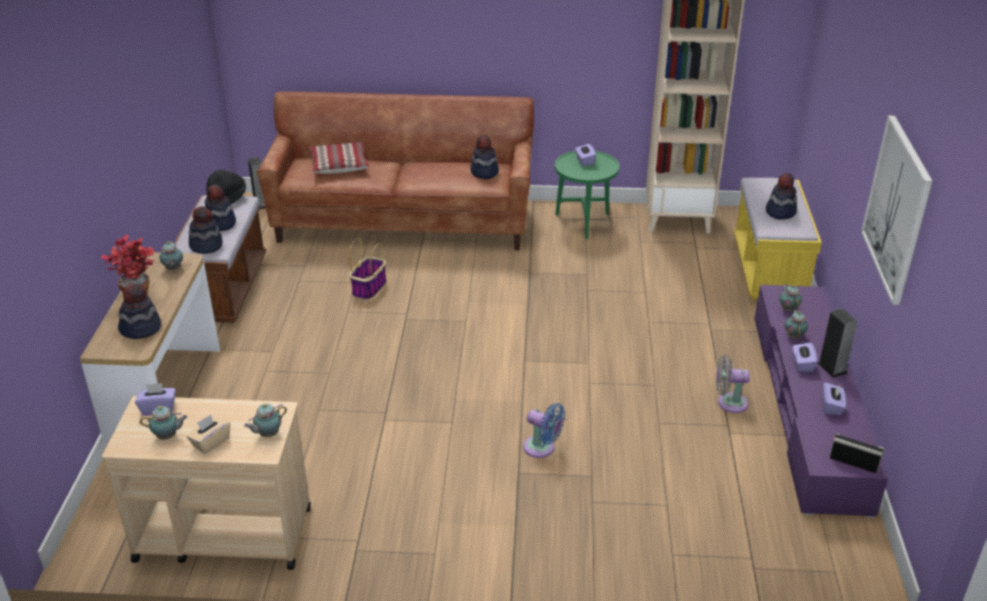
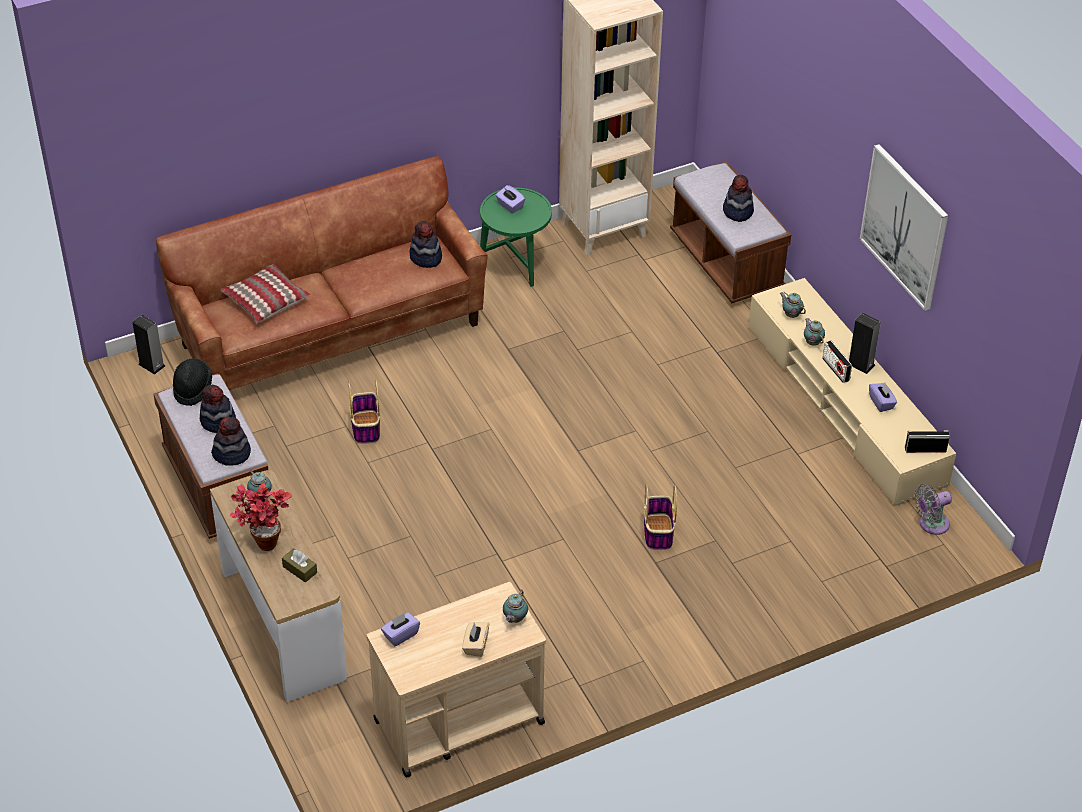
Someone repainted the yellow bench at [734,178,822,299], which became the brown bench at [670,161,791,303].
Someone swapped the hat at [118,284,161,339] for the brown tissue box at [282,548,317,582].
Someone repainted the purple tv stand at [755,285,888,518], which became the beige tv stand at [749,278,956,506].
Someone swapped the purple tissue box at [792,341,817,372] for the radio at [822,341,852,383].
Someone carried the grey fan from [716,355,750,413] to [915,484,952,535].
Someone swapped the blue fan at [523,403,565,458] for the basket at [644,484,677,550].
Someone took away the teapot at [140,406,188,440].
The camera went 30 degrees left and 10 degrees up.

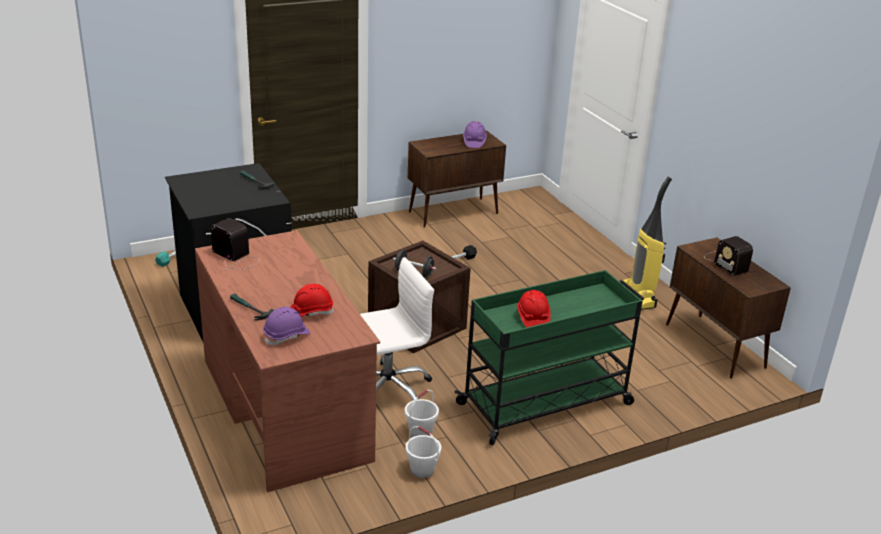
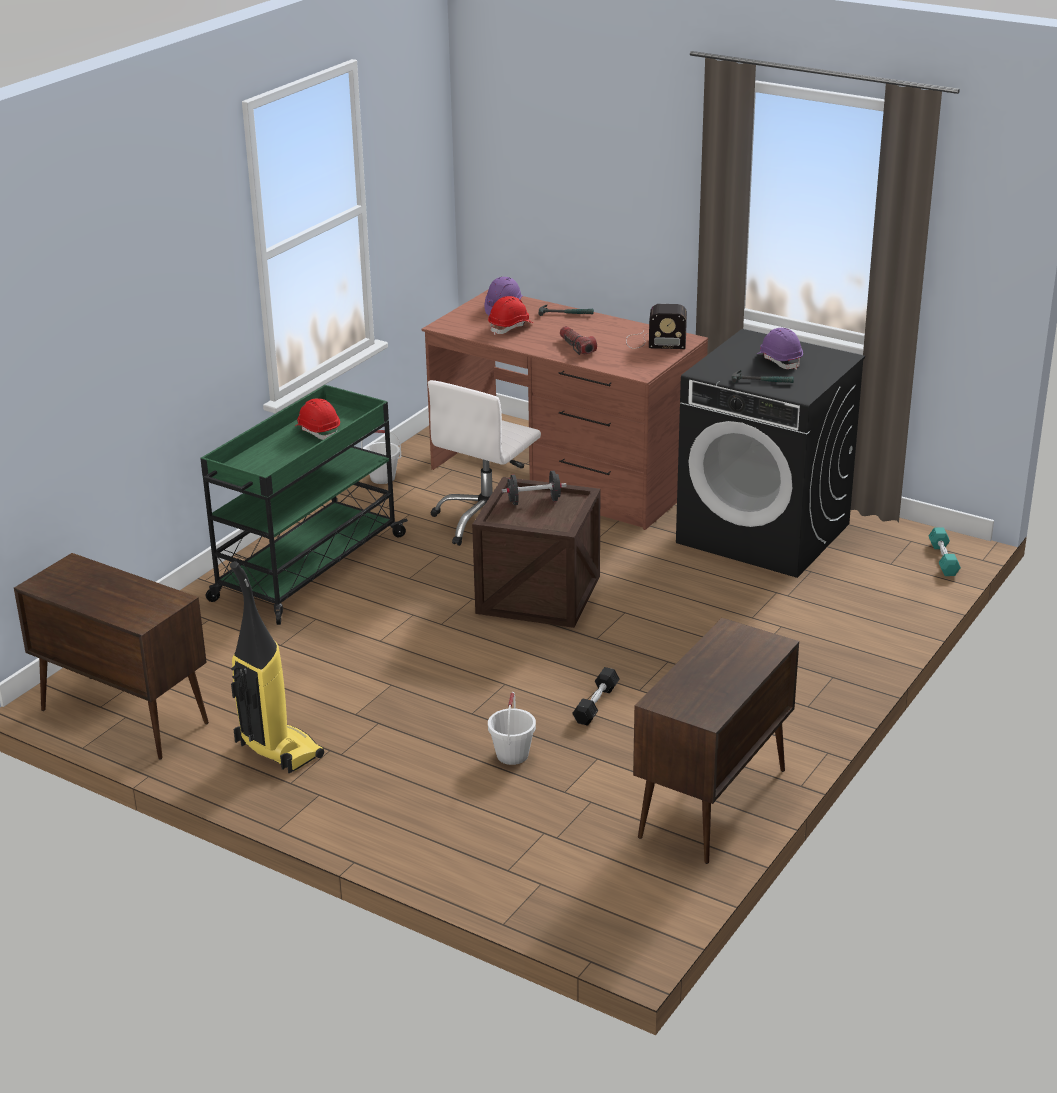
Someone carried the purple hard hat from [463,121,487,148] to [757,328,803,370].
Someone took away the radio at [704,236,753,276].
Someone carried the white bucket from [405,390,439,437] to [488,692,536,765].
Someone put down the flashlight at [560,326,597,355].
The camera went 150 degrees right and 0 degrees up.

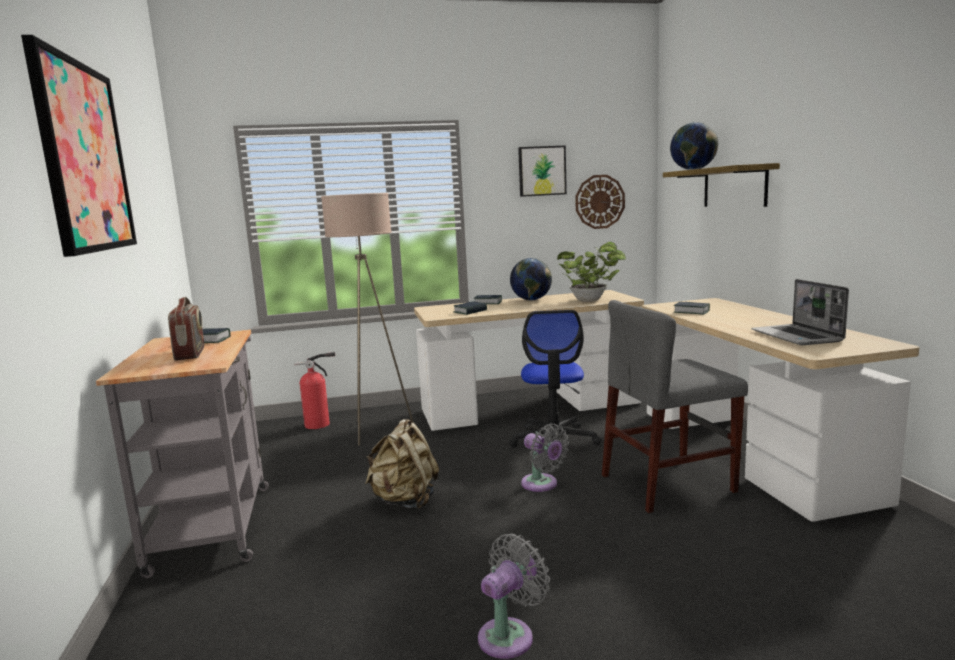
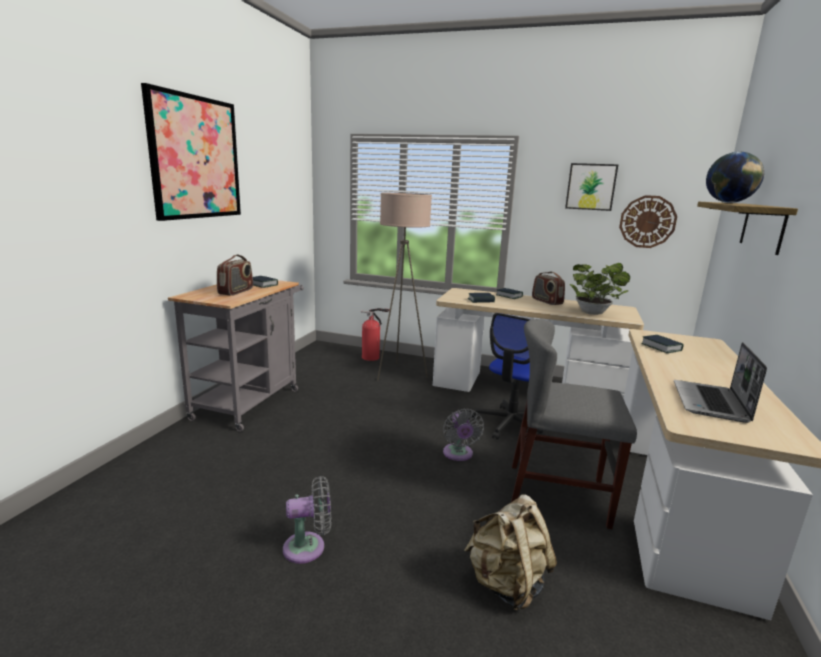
Someone swapped the globe at [510,258,552,301] for the radio at [532,272,565,305].
Someone carried the beige backpack from [365,419,439,509] to [464,494,557,611].
The camera went 30 degrees right and 5 degrees up.

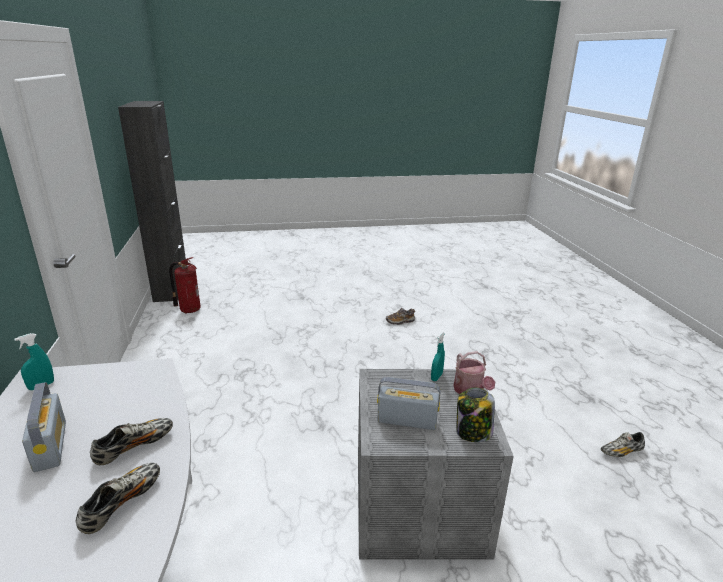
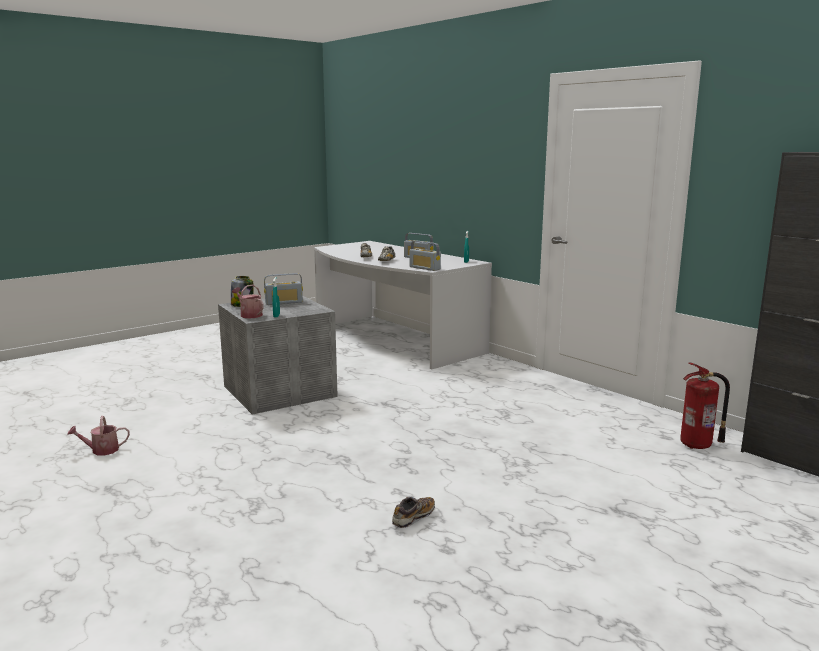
Someone swapped the shoe at [601,432,645,457] for the watering can at [67,416,130,455].
Someone put down the radio at [410,241,441,271].
The camera went 150 degrees right and 10 degrees down.

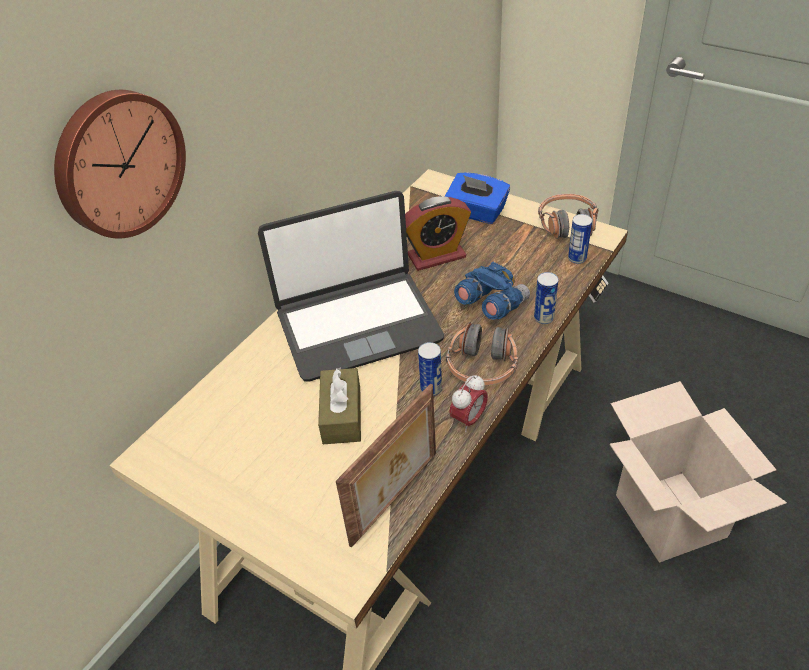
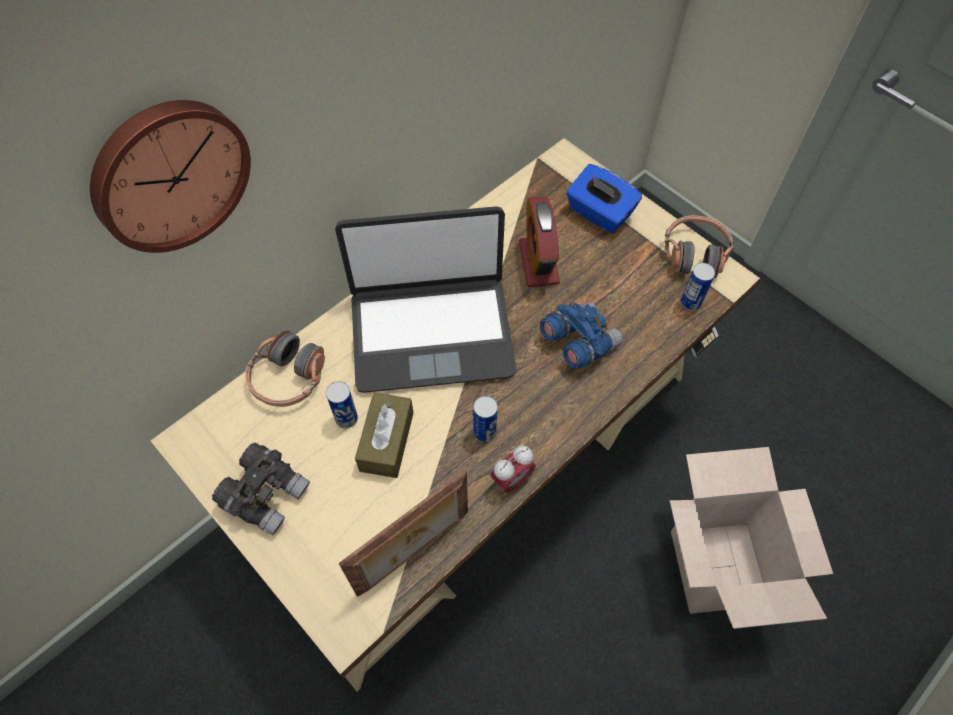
Someone rotated the alarm clock at [405,196,471,271] by 90 degrees clockwise.
Someone carried the can from [534,272,558,324] to [326,381,358,428].
Someone carried the headphones from [446,322,518,386] to [245,330,325,407].
Someone put down the grey binoculars at [212,442,310,535].
The camera went 10 degrees right and 15 degrees up.

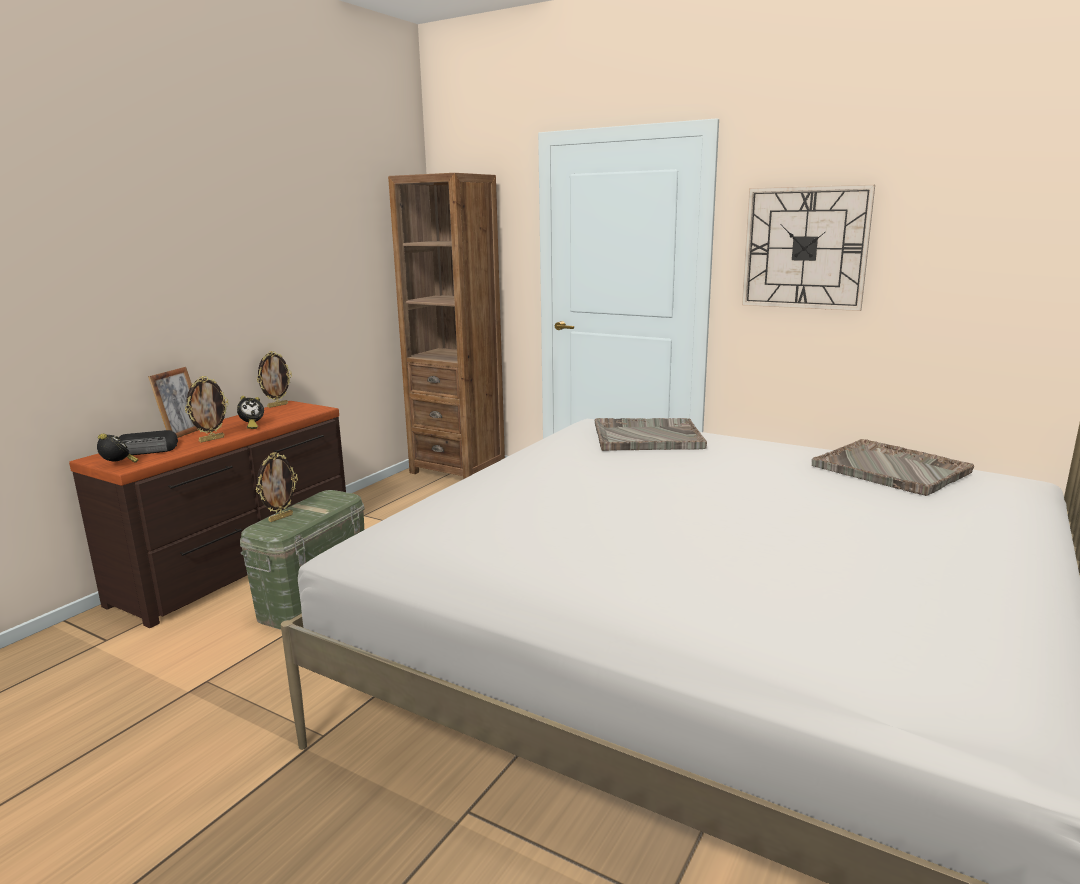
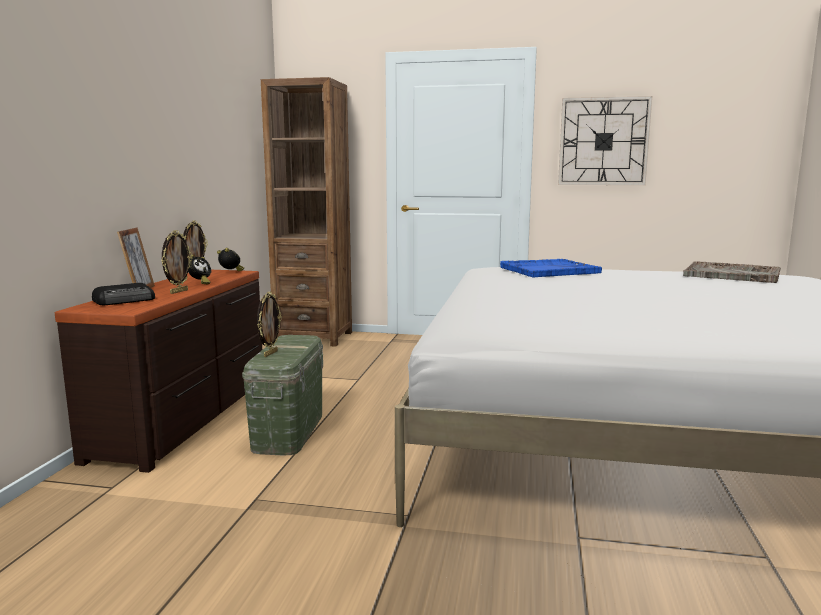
Someone repainted the grey tray at [595,418,707,451], which became the blue tray at [500,259,602,277].
Someone carried the alarm clock from [97,433,139,463] to [217,248,244,271].
The camera went 20 degrees left and 5 degrees down.

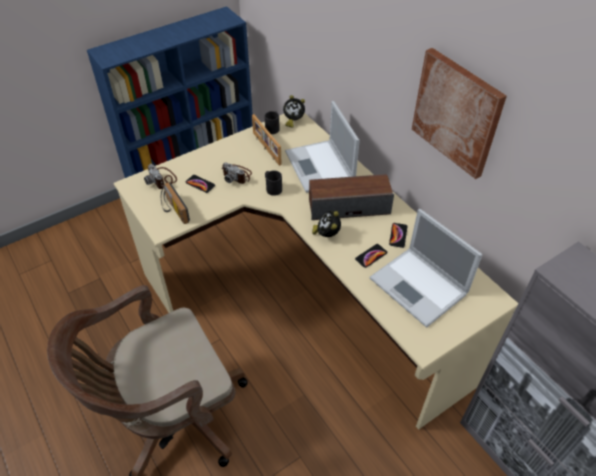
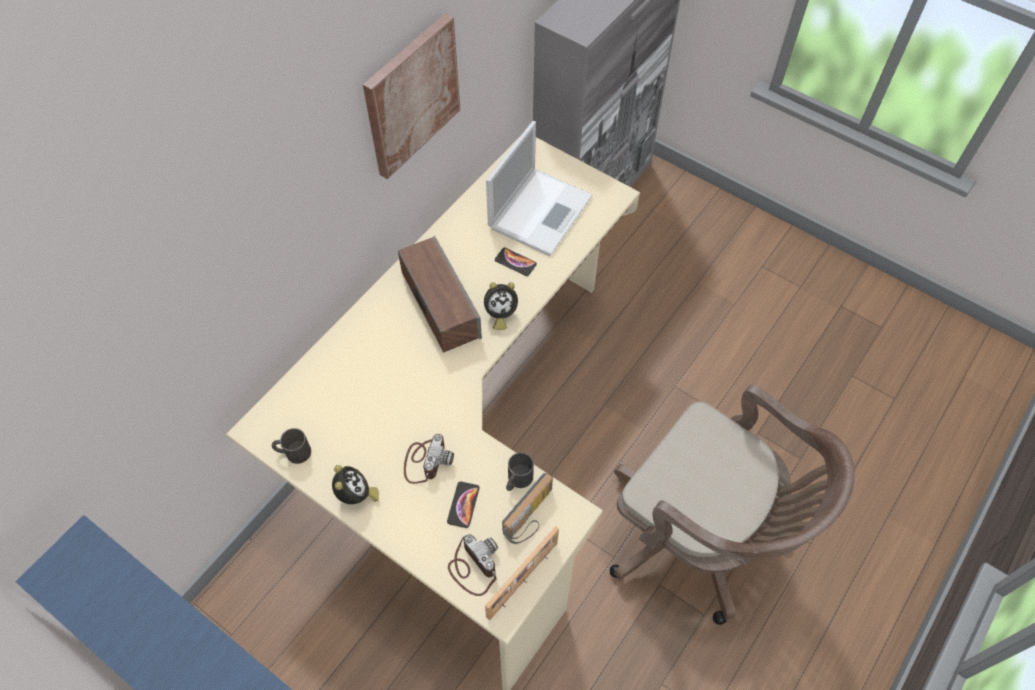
Someone carried the alarm clock from [283,95,305,128] to [332,465,379,504].
Someone took away the laptop at [285,101,360,193].
Someone carried the picture frame from [252,114,282,166] to [485,526,559,620].
Someone rotated the photo camera at [144,164,177,189] by 75 degrees counterclockwise.
Someone carried the black mug from [265,170,282,196] to [506,452,534,491].
Someone took away the phone at [389,223,408,248].
The camera went 110 degrees left and 10 degrees up.

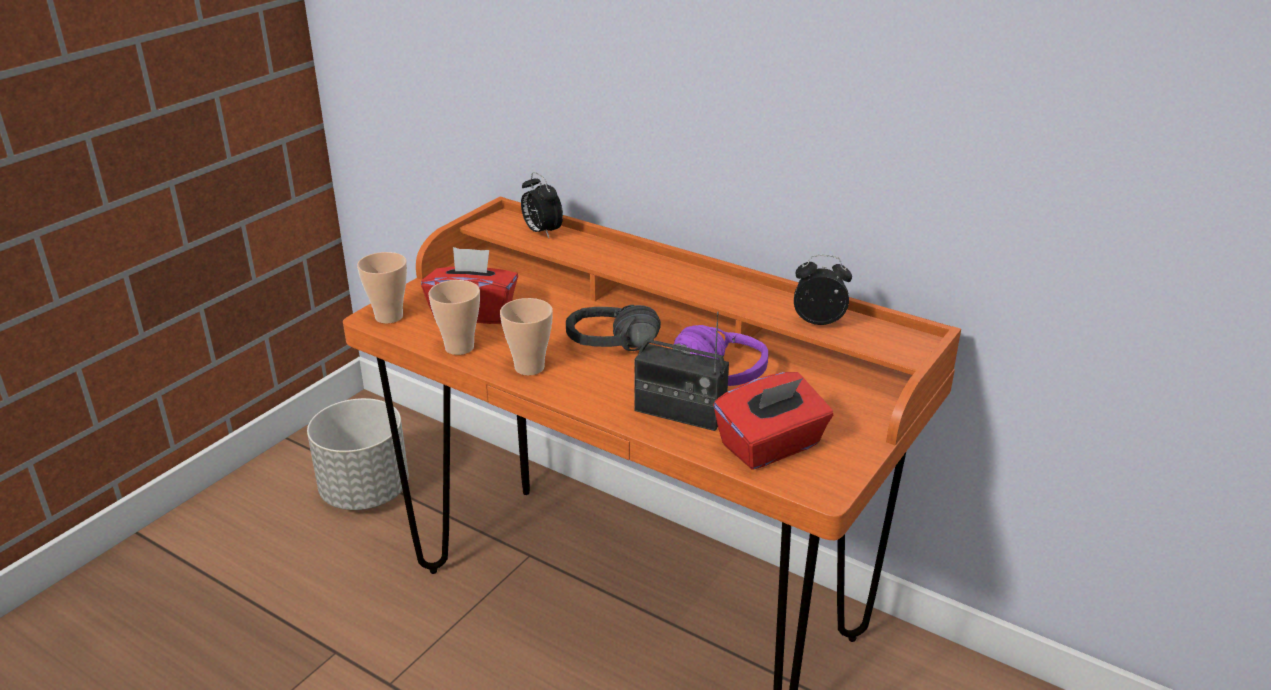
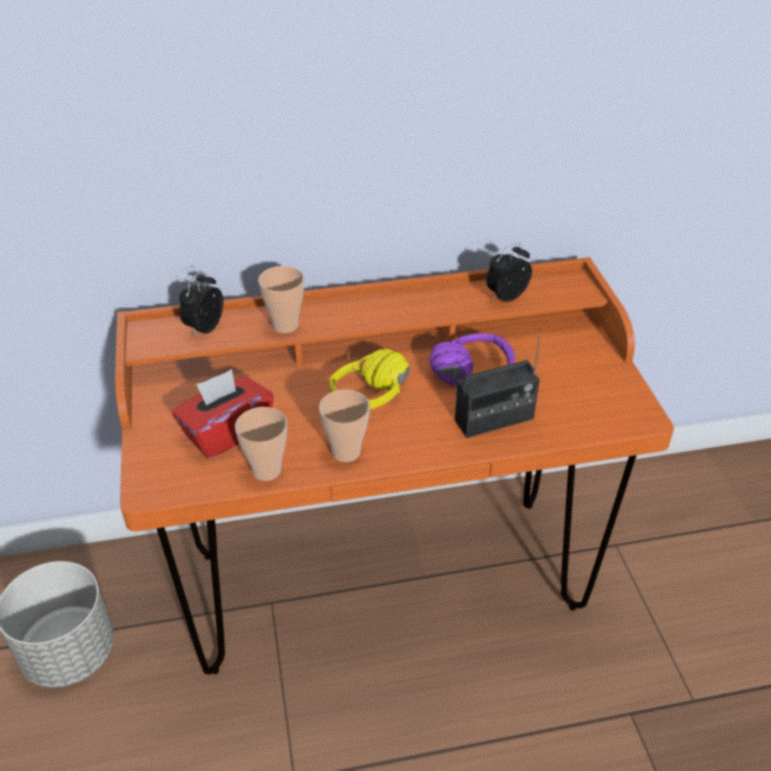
Someone rotated the alarm clock at [521,172,563,238] by 105 degrees clockwise.
Someone carried the cup from [357,252,407,324] to [258,266,304,333].
Someone repainted the black headphones at [566,305,661,351], which became the yellow headphones at [329,349,410,409].
Someone took away the red tissue box at [713,372,833,469].
The camera went 45 degrees left and 10 degrees up.

